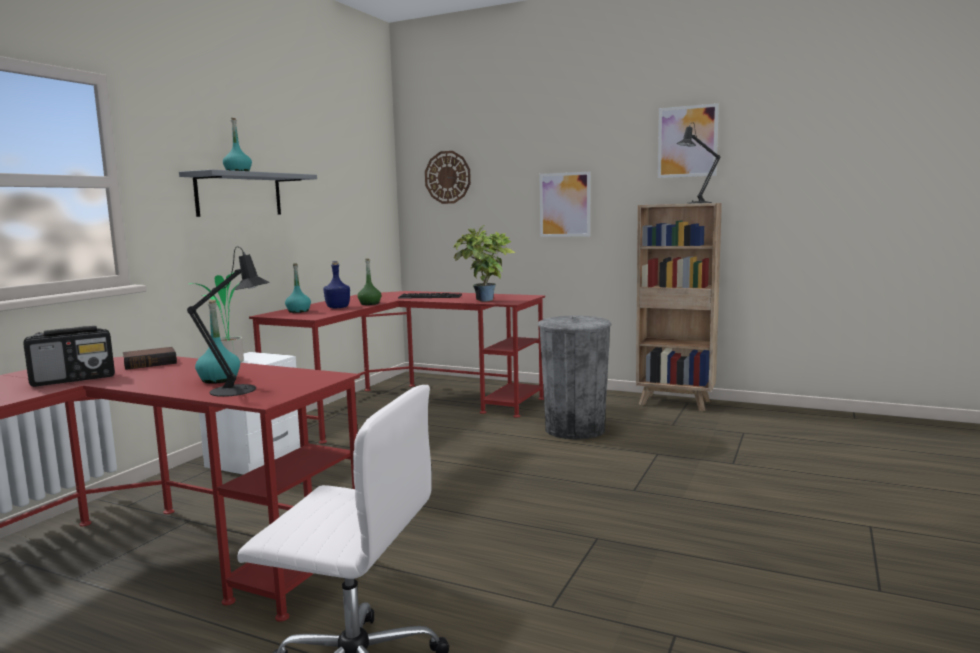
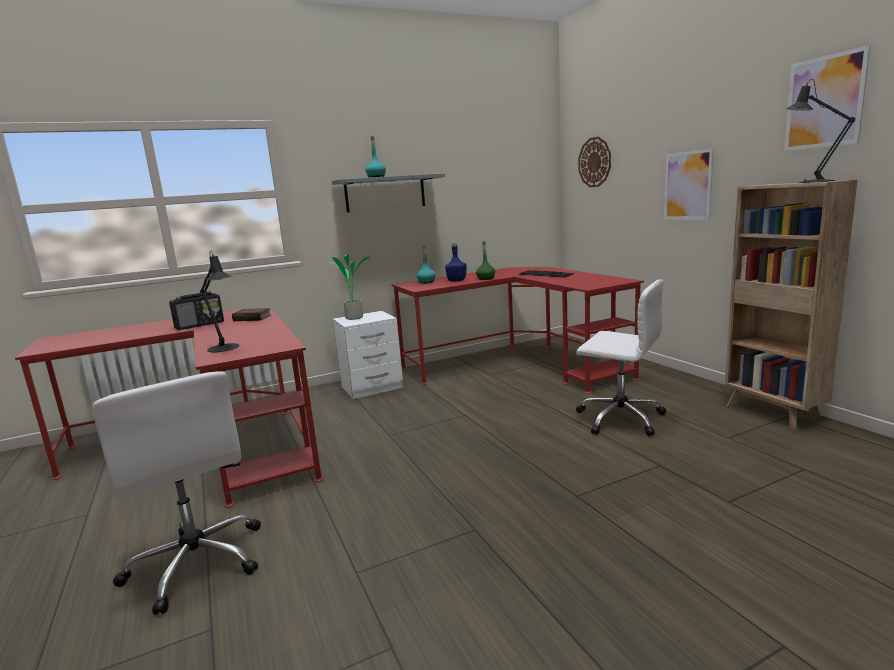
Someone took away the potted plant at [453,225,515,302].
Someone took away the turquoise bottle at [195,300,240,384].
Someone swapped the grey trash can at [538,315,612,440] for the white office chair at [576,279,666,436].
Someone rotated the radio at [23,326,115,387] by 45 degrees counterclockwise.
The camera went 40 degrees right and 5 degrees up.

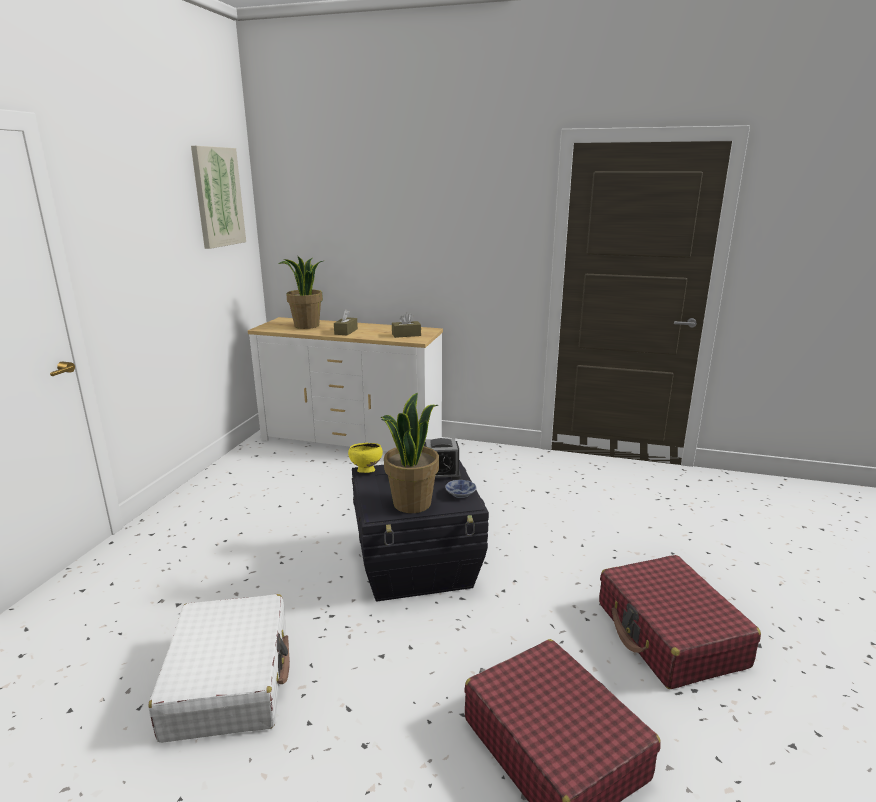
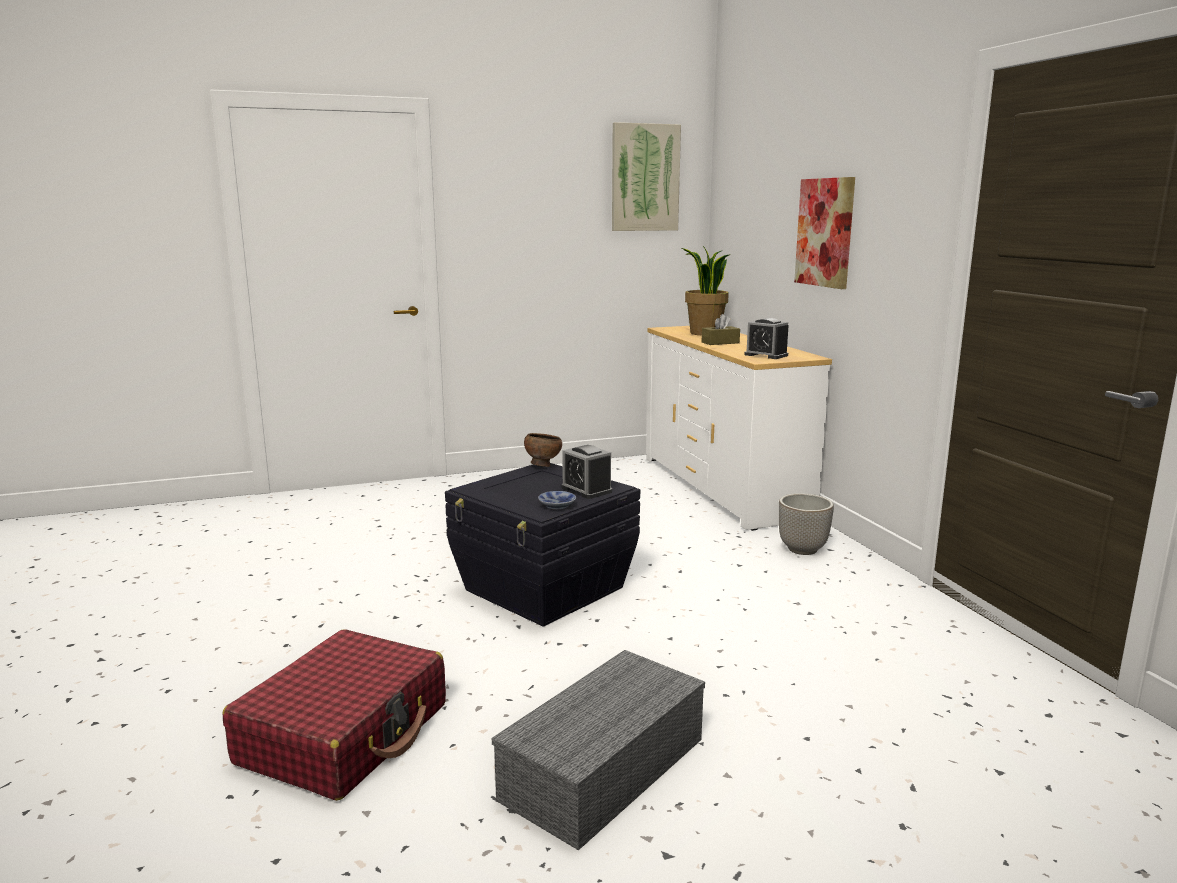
Someone swapped the brown tissue box at [392,312,421,338] for the alarm clock at [744,318,789,359].
Someone took away the potted plant at [381,393,439,513].
Someone repainted the yellow bowl at [348,443,383,473], which became the brown bowl at [524,433,562,467].
Someone swapped the red suitcase at [599,555,761,689] for the grey storage box at [492,650,705,850].
Someone took away the white suitcase at [148,594,290,743].
Someone put up the picture at [794,177,855,289].
Someone put down the planter at [779,493,834,555].
The camera went 55 degrees right and 5 degrees down.

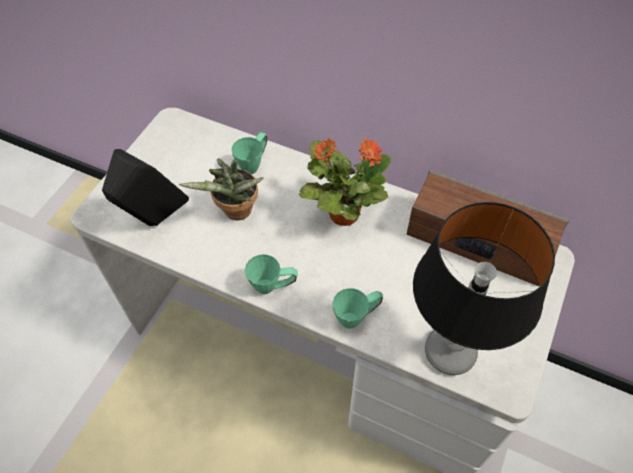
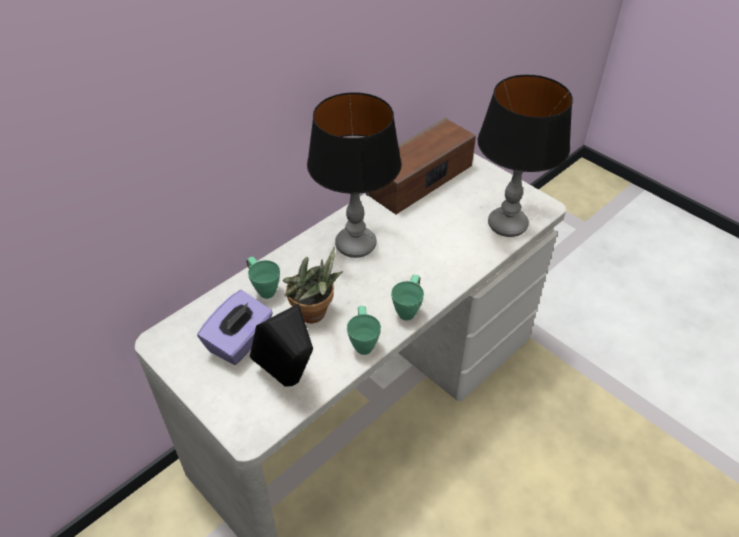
Someone swapped the potted plant at [299,138,392,226] for the table lamp at [307,92,402,258].
Someone carried the green mug from [332,288,383,329] to [347,306,381,355].
Someone put down the purple tissue box at [197,290,273,365].
The camera went 70 degrees left and 10 degrees down.

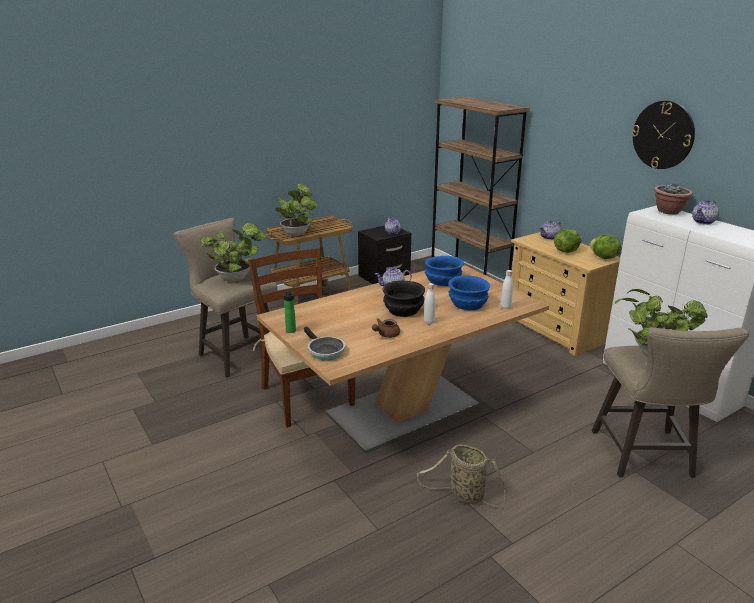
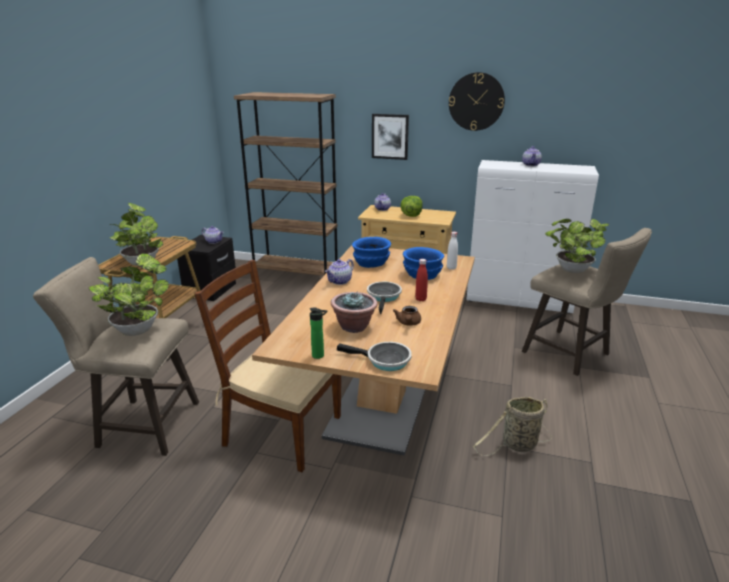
Someone carried the potted plant from [654,183,693,215] to [331,291,378,333].
Someone took away the lettuce at [589,234,621,259].
Someone swapped the black bowl at [382,281,425,317] for the frying pan at [367,282,402,314].
Someone repainted the white bottle at [424,283,436,324], which became the red bottle at [415,259,428,301].
Someone put up the picture at [372,114,409,160].
The camera went 40 degrees left and 0 degrees up.

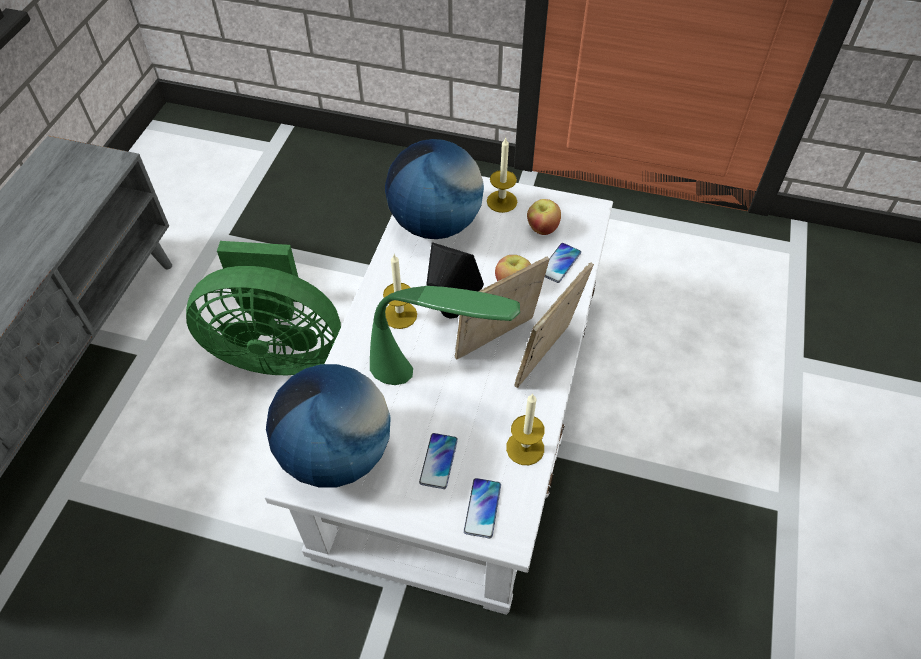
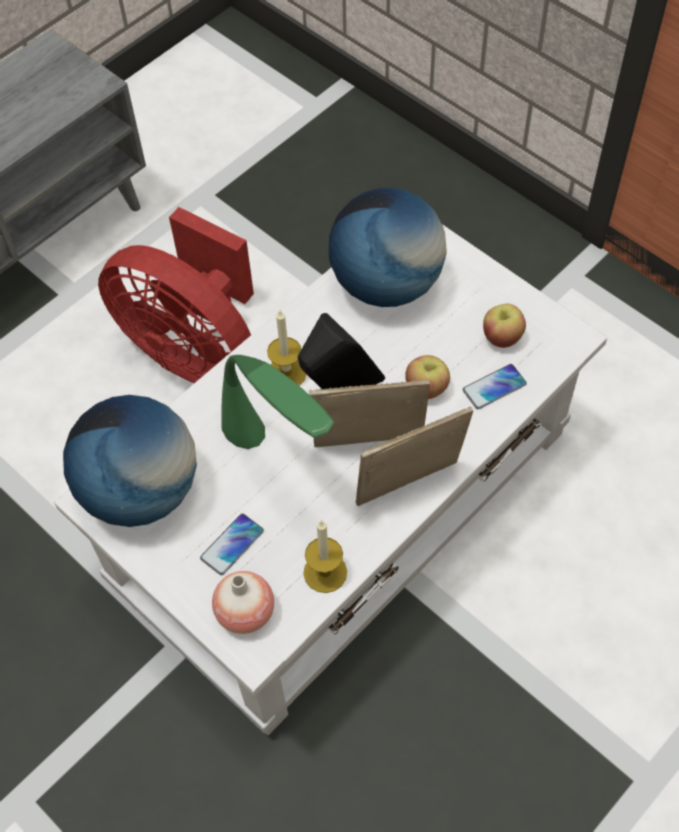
Someone took away the candle at [487,138,517,213].
Someone repainted the green fan at [186,241,341,375], which became the red fan at [98,207,254,383].
Someone swapped the phone at [464,478,501,538] for the vase at [212,571,274,634].
The camera went 30 degrees right and 5 degrees up.

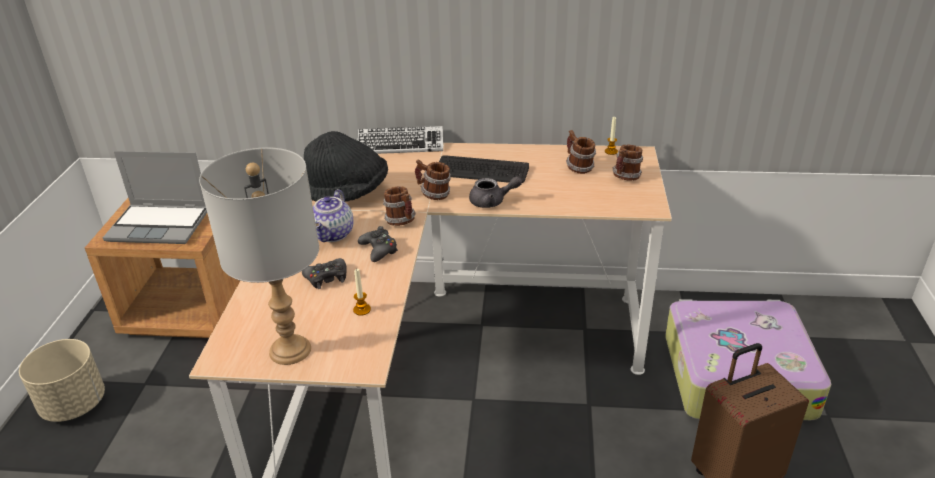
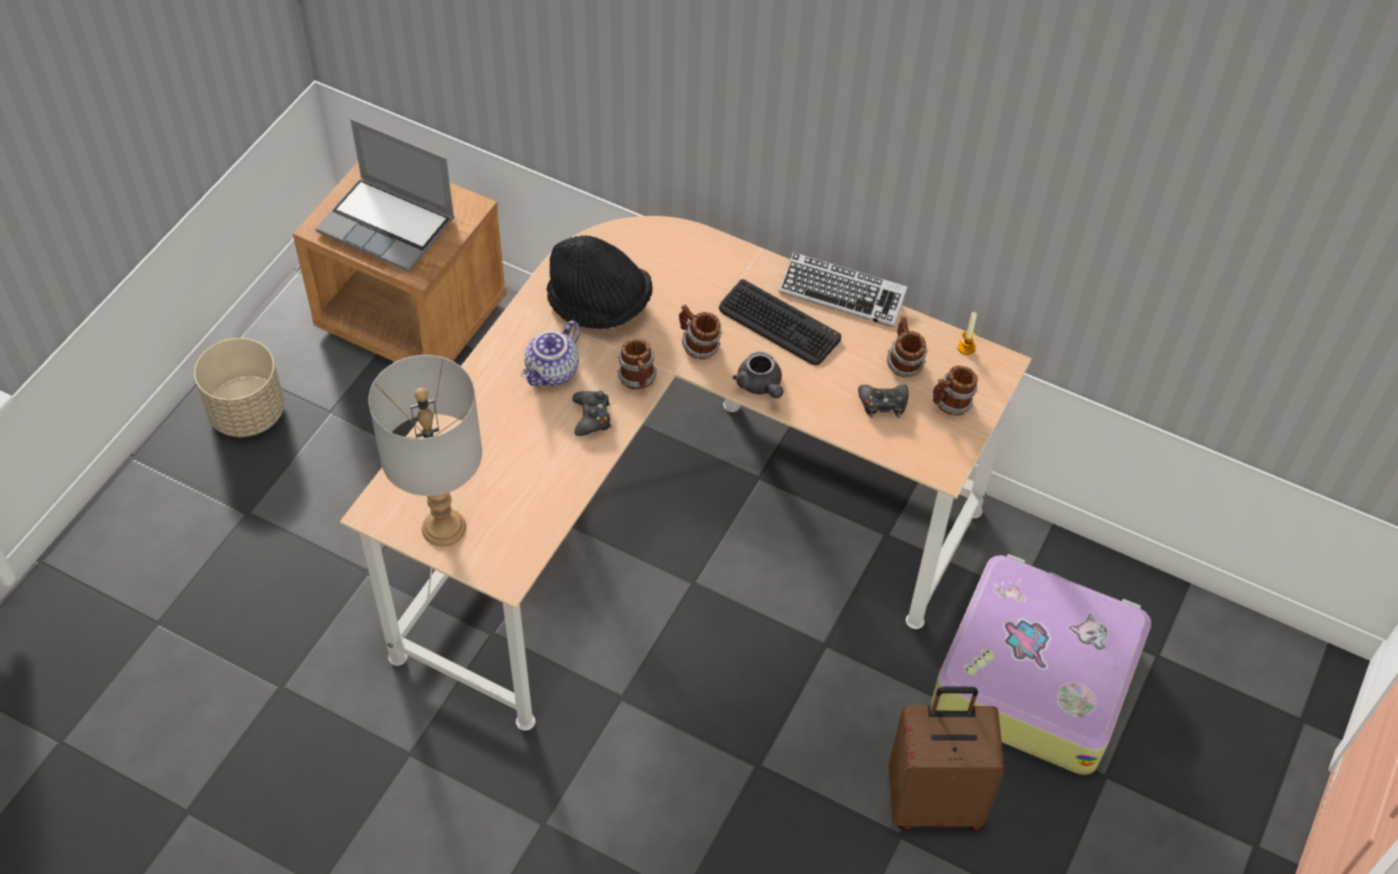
Someone carried the keyboard from [357,126,443,154] to [779,252,908,327].
Someone rotated the grey teapot at [469,176,522,208] by 45 degrees clockwise.
Someone carried the black game controller from [302,258,347,289] to [858,385,909,418].
Someone took away the candle at [353,268,371,316].
The camera went 20 degrees right and 20 degrees up.

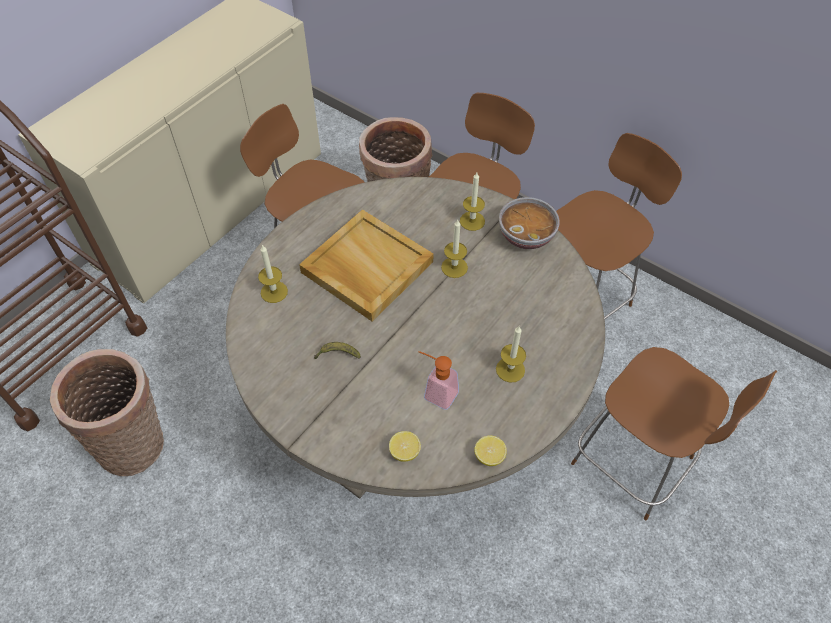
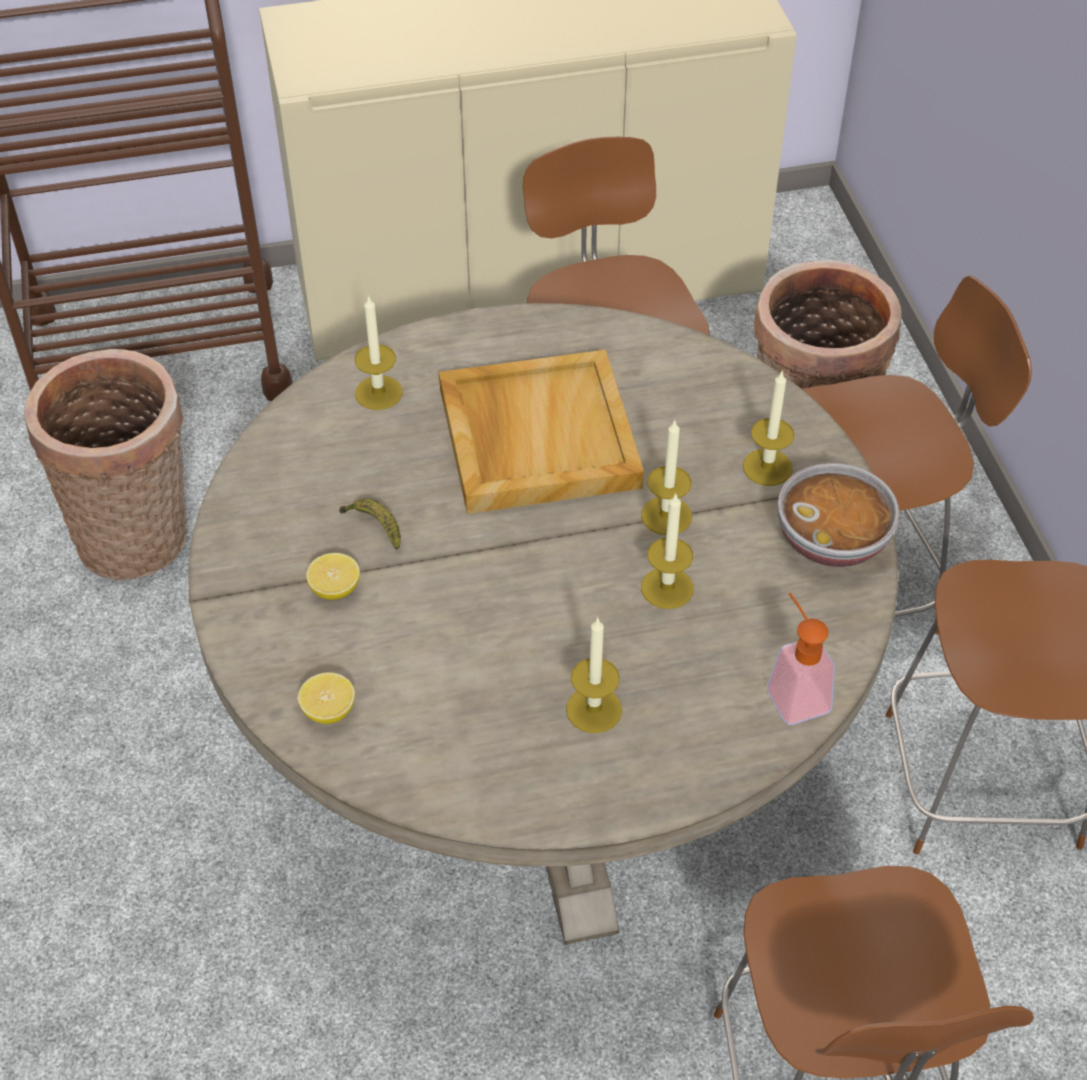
Someone carried the soap dispenser from [418,351,459,410] to [767,593,835,725].
Someone carried the lemon from [475,436,507,466] to [306,553,360,600].
Someone put down the candle at [641,493,693,609].
The camera went 40 degrees right and 5 degrees down.

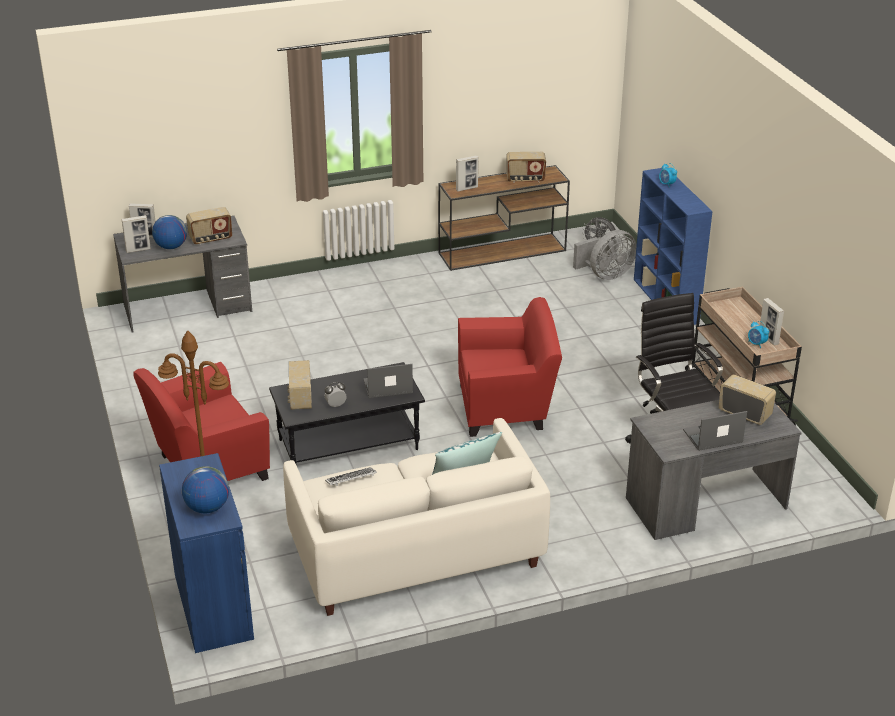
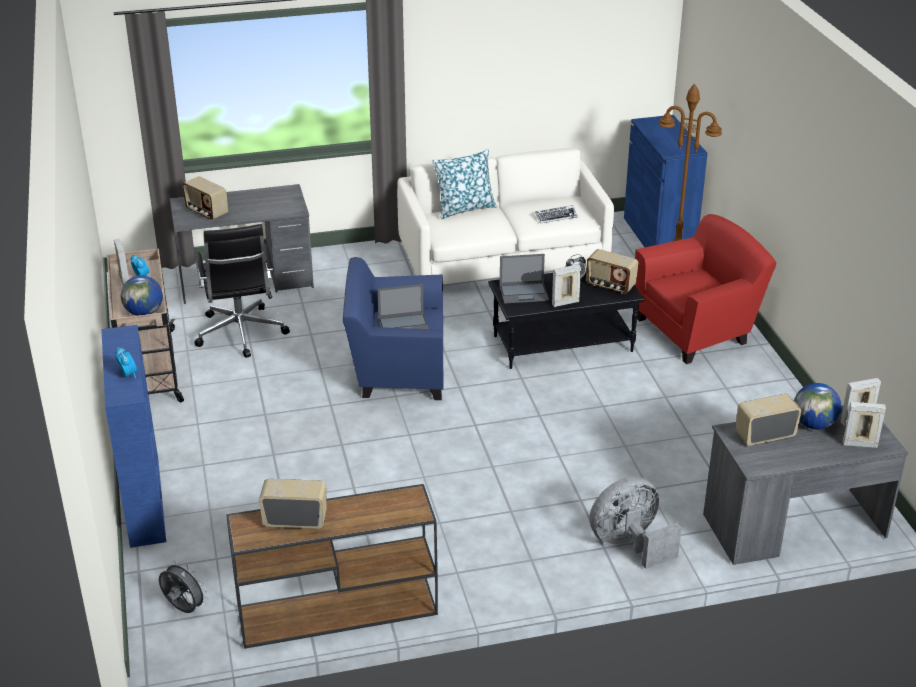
Someone carried the picture frame from [456,155,479,192] to [552,264,581,307].
Someone carried the grey fan from [573,230,637,280] to [589,476,682,569].
Someone repainted the red armchair at [458,297,562,437], which became the blue armchair at [343,257,443,400].
Someone rotated the radio at [288,360,312,410] by 120 degrees clockwise.
Someone carried the laptop from [683,411,747,451] to [377,284,429,329].
Someone carried the globe from [182,466,229,514] to [121,275,163,316].
The camera went 175 degrees left and 0 degrees up.

